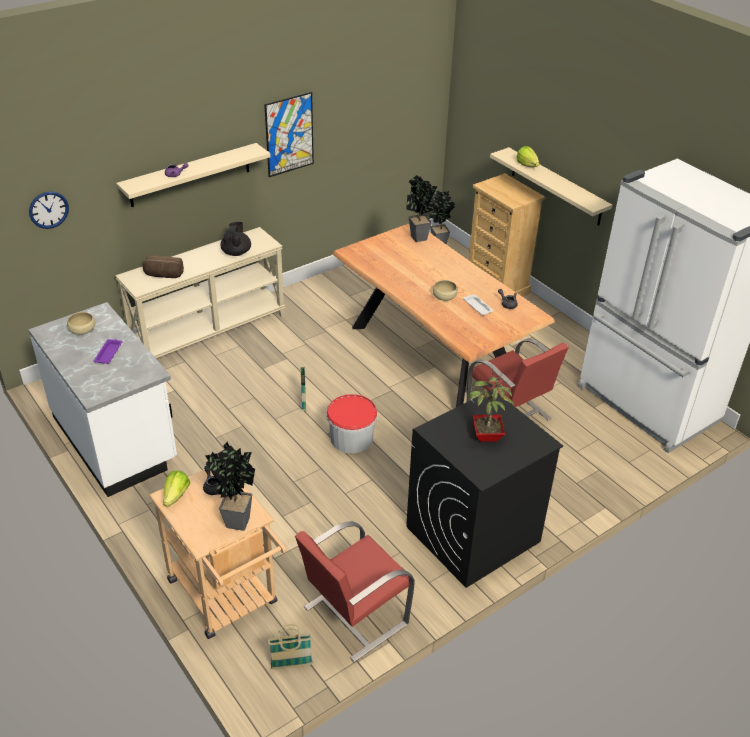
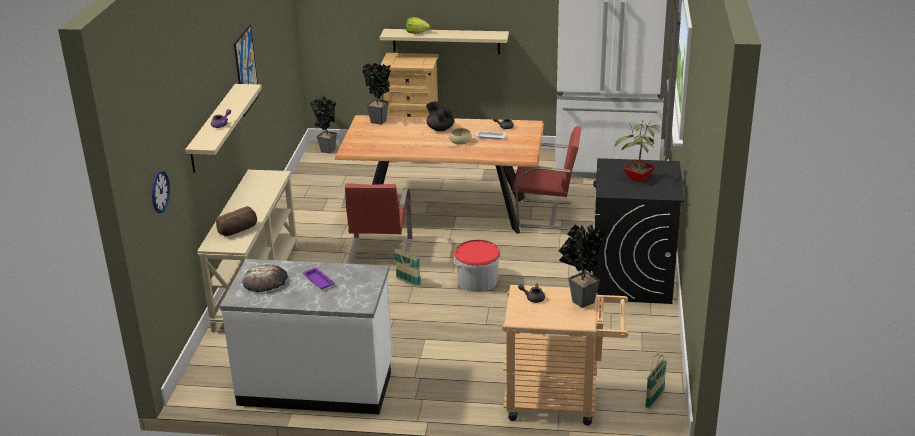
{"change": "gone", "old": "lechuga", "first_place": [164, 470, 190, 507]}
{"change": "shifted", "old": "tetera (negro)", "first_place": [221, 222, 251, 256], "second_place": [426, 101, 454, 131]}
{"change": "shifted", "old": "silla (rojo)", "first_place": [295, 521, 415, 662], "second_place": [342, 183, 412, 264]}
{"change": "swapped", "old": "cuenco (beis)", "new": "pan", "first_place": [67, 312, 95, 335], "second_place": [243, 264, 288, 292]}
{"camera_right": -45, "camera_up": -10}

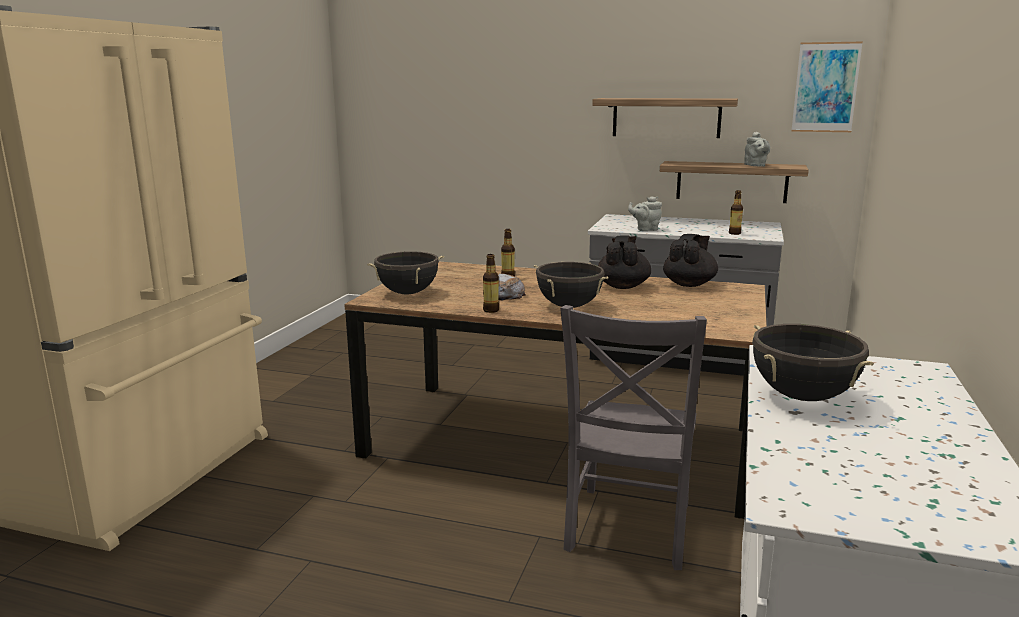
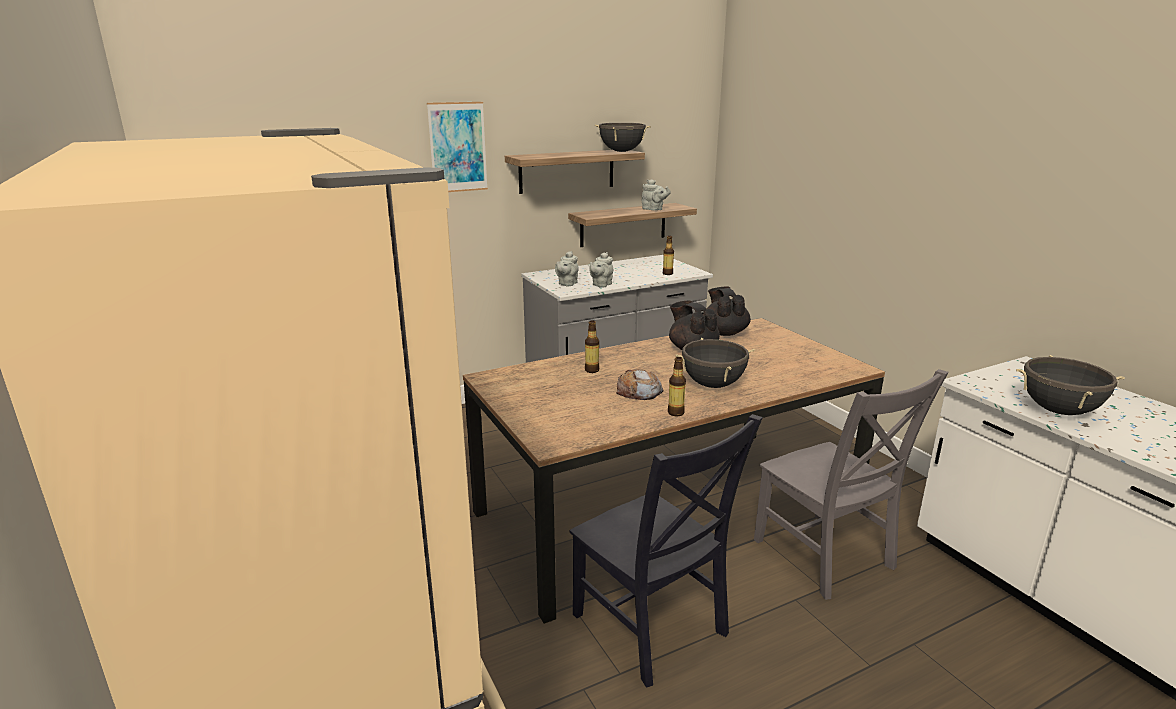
{"change": "new", "new": "tetera (gris)", "second_place": [555, 251, 579, 286]}
{"change": "new", "new": "silla (negro)", "second_place": [569, 414, 763, 688]}
{"change": "shifted", "old": "olla (negro)", "first_place": [367, 251, 444, 294], "second_place": [595, 123, 651, 152]}
{"change": "shifted", "old": "cuadro", "first_place": [791, 42, 863, 132], "second_place": [427, 102, 488, 192]}
{"camera_right": -45, "camera_up": 5}

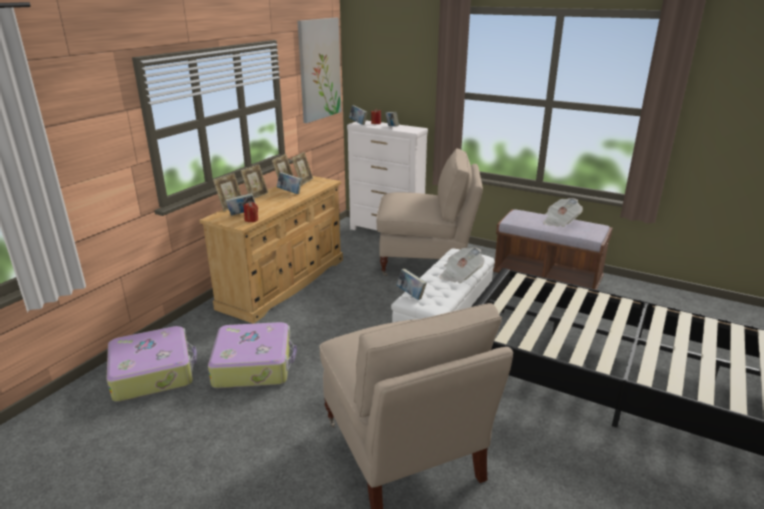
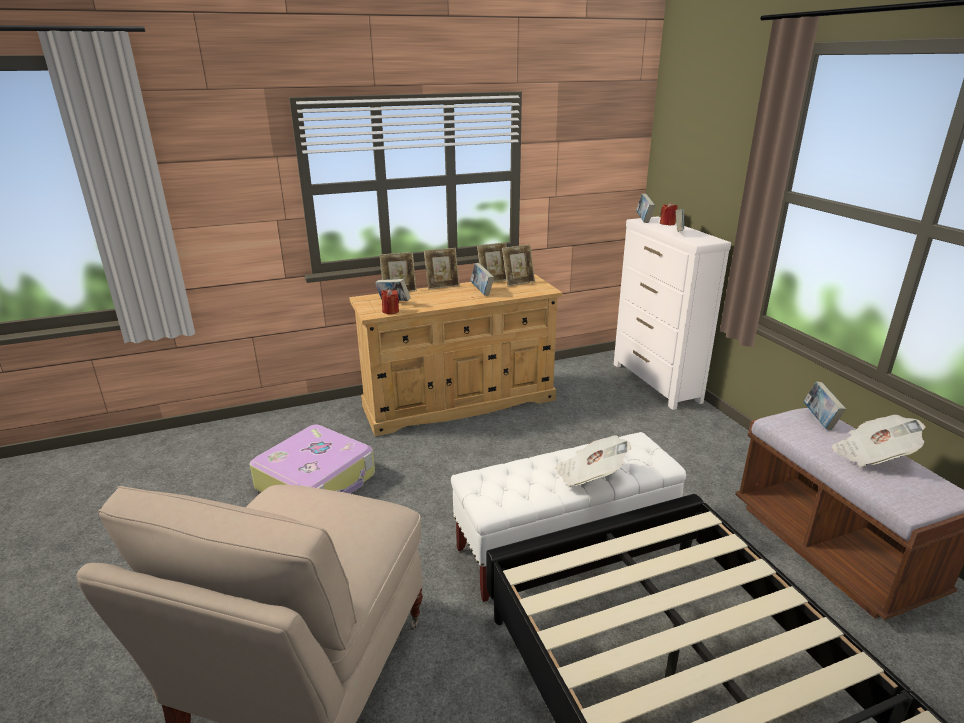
{"change": "gone", "old": "maleta", "first_place": [107, 326, 197, 402]}
{"change": "gone", "old": "cuadro", "first_place": [297, 18, 341, 123]}
{"change": "gone", "old": "silla (beis)", "first_place": [377, 148, 483, 276]}
{"change": "shifted", "old": "libro", "first_place": [397, 269, 427, 300], "second_place": [803, 382, 846, 430]}
{"camera_right": 40, "camera_up": 0}

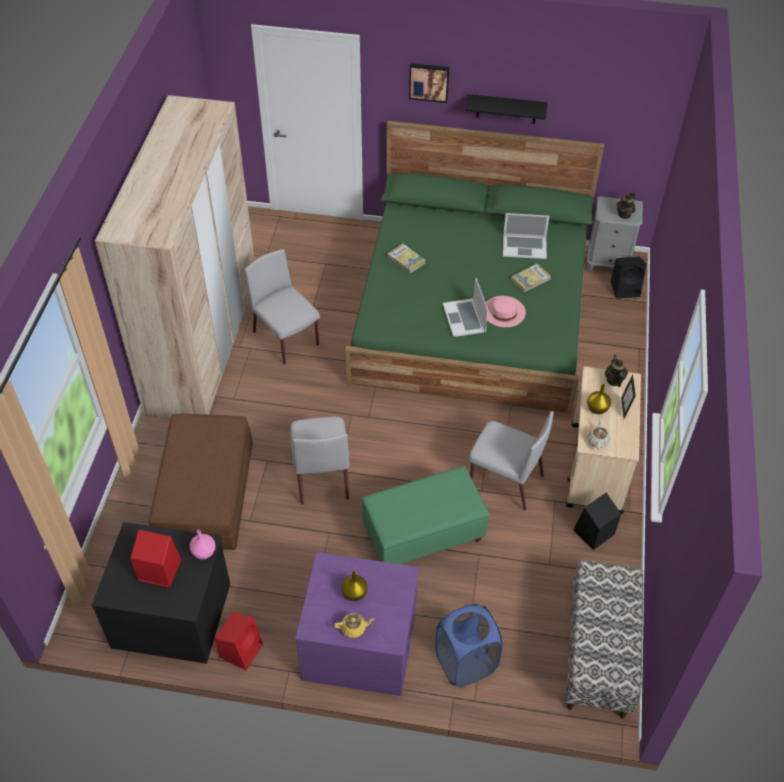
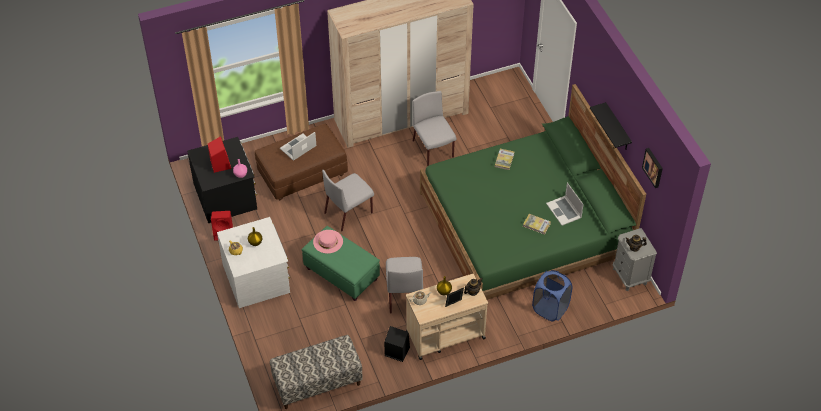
{"change": "gone", "old": "altavoz (negro)", "first_place": [611, 257, 647, 299]}
{"change": "shifted", "old": "cuadro", "first_place": [409, 63, 449, 103], "second_place": [642, 148, 663, 188]}
{"change": "shifted", "old": "cesto de la ropa (azul)", "first_place": [435, 604, 503, 687], "second_place": [532, 270, 572, 321]}
{"change": "shifted", "old": "portátil", "first_place": [443, 277, 488, 337], "second_place": [280, 132, 316, 161]}
{"change": "shifted", "old": "sombrero (rosa)", "first_place": [485, 296, 526, 327], "second_place": [313, 230, 343, 254]}
{"change": "repainted", "old": "cómoda (morado)", "new": "cómoda (blanco)", "first_place": [295, 552, 419, 696], "second_place": [217, 217, 290, 308]}
{"change": "rotated", "old": "silla (gris)", "first_place": [245, 249, 320, 364], "second_place": [413, 91, 456, 166], "degrees": -45}
{"camera_right": 60, "camera_up": 0}

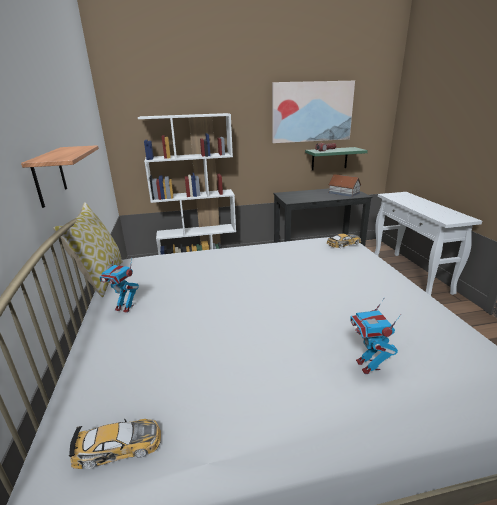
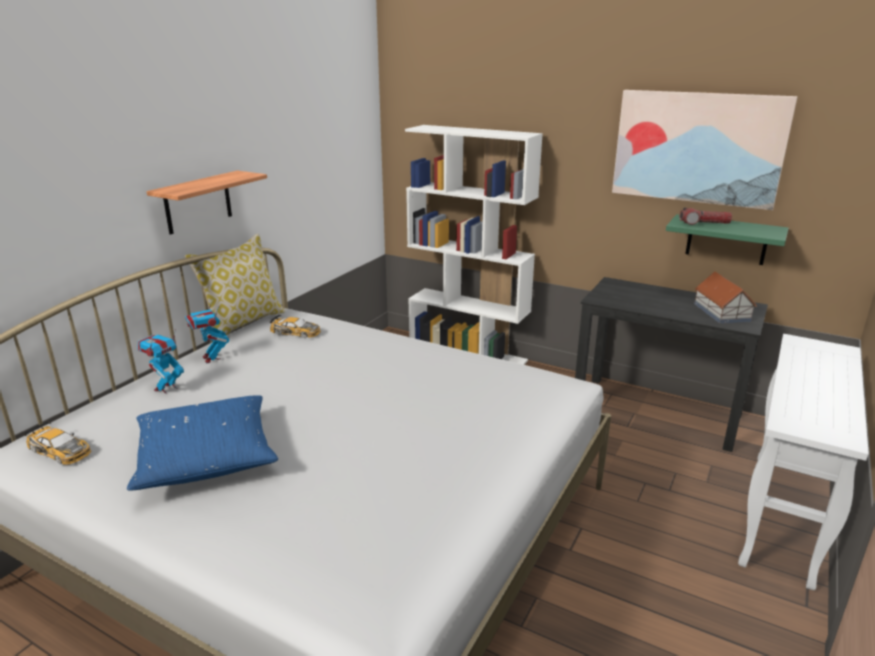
{"change": "new", "new": "cojín (azul)", "second_place": [127, 395, 278, 491]}
{"change": "shifted", "old": "coche de juguete", "first_place": [327, 233, 361, 248], "second_place": [270, 315, 321, 338]}
{"change": "shifted", "old": "robot de juguete", "first_place": [350, 297, 401, 374], "second_place": [138, 329, 184, 394]}
{"camera_right": 40, "camera_up": 0}

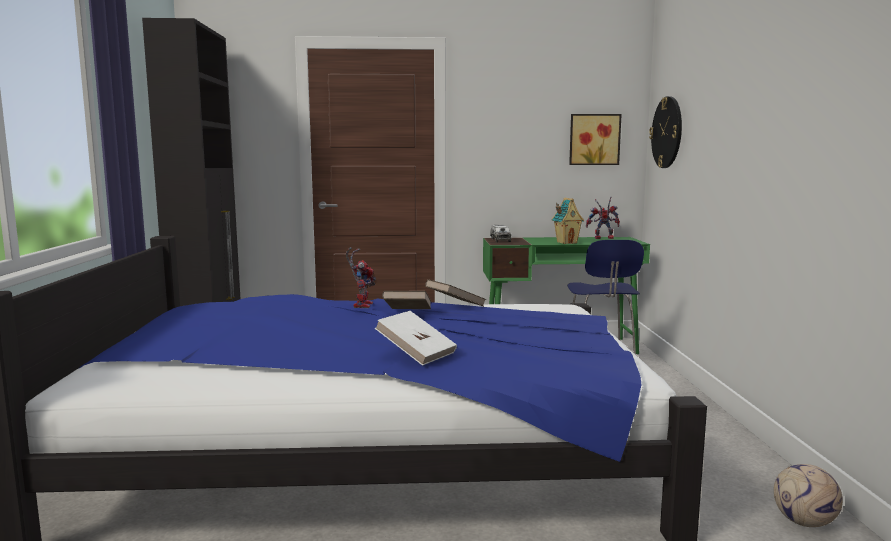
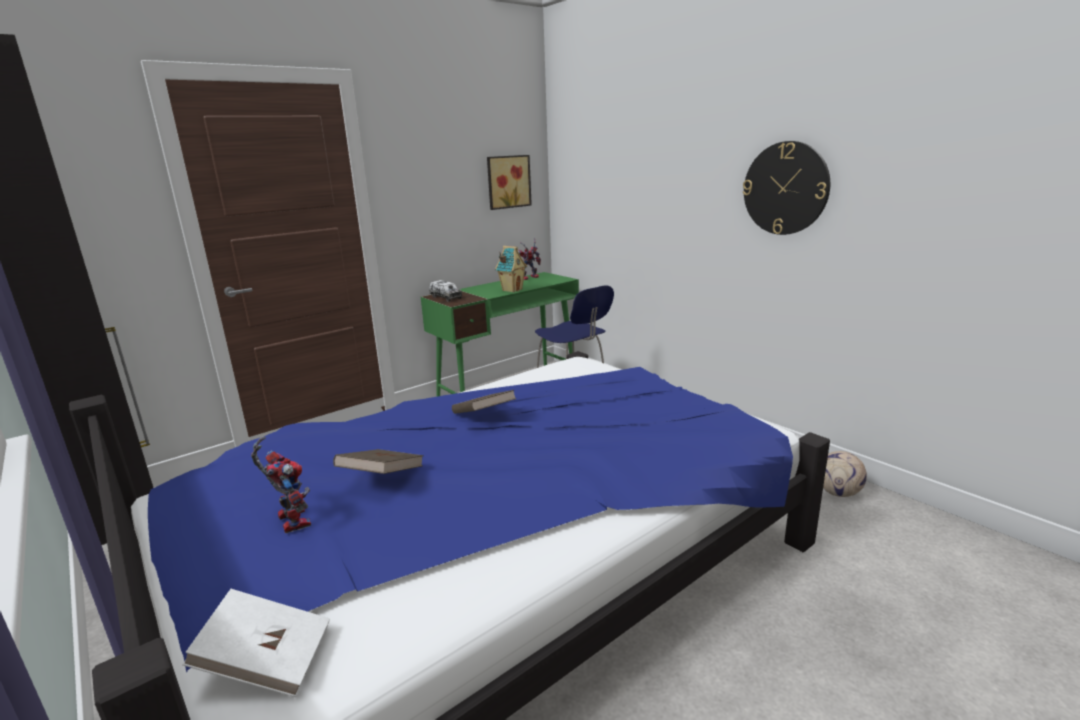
{"change": "shifted", "old": "robot de juguete", "first_place": [346, 247, 376, 308], "second_place": [251, 436, 311, 533]}
{"change": "shifted", "old": "libro (blanco)", "first_place": [375, 311, 457, 366], "second_place": [182, 589, 330, 697]}
{"change": "shifted", "old": "libro (marrón)", "first_place": [425, 279, 486, 307], "second_place": [333, 449, 424, 474]}
{"change": "shifted", "old": "reloj de pared", "first_place": [649, 96, 682, 168], "second_place": [743, 141, 830, 235]}
{"camera_right": -35, "camera_up": 10}

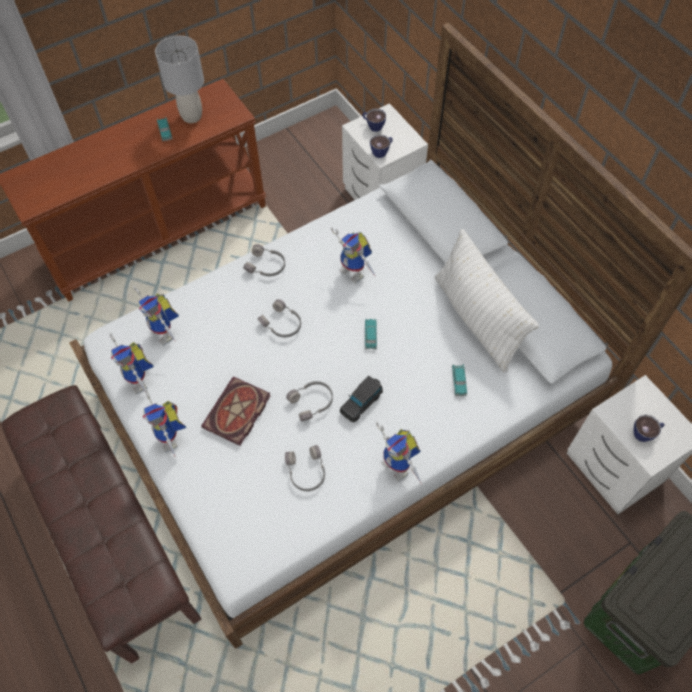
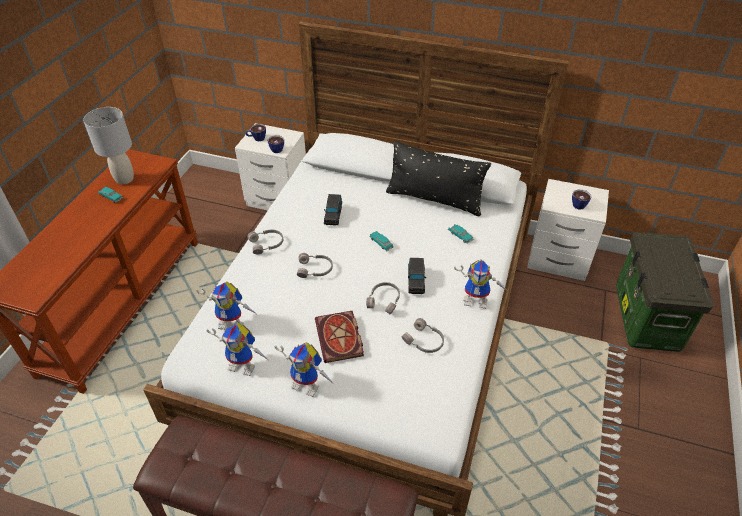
{"change": "swapped", "old": "robot de juguete", "new": "coche de juguete (negro)", "first_place": [331, 227, 376, 284], "second_place": [324, 194, 342, 225]}
{"change": "repainted", "old": "cojín (blanco)", "new": "cojín (negro)", "first_place": [435, 229, 539, 372], "second_place": [386, 141, 491, 217]}
{"camera_right": -40, "camera_up": -15}

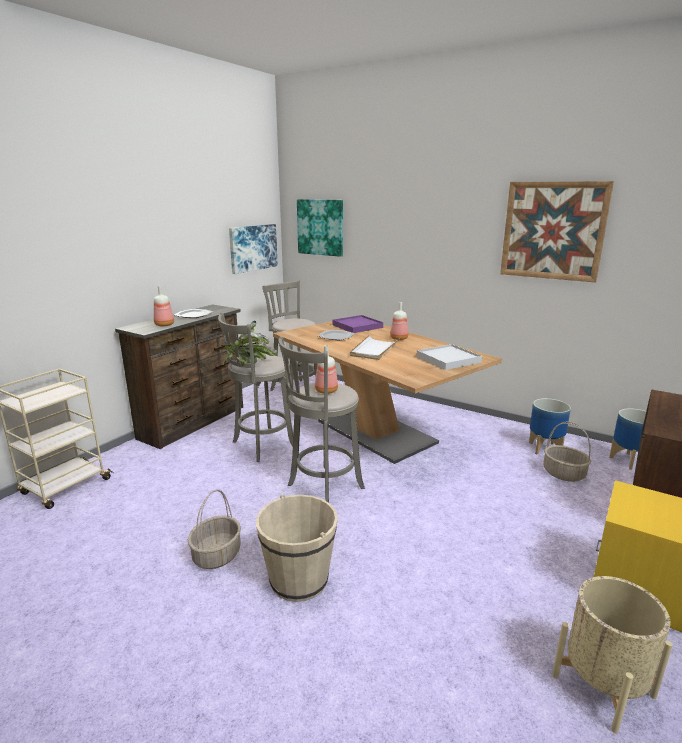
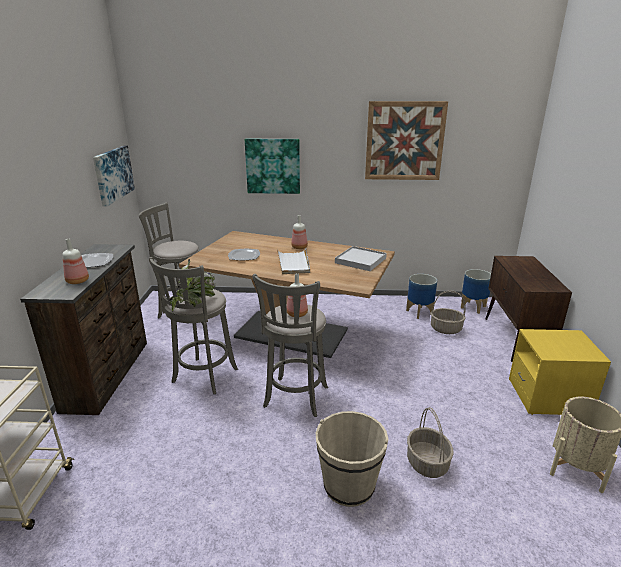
{"change": "gone", "old": "bandeja (morado)", "first_place": [332, 315, 383, 333]}
{"change": "shifted", "old": "cesta", "first_place": [188, 489, 241, 569], "second_place": [407, 407, 454, 478]}
{"change": "shifted", "old": "cuadro", "first_place": [297, 199, 343, 257], "second_place": [245, 139, 300, 194]}
{"camera_right": -30, "camera_up": 5}

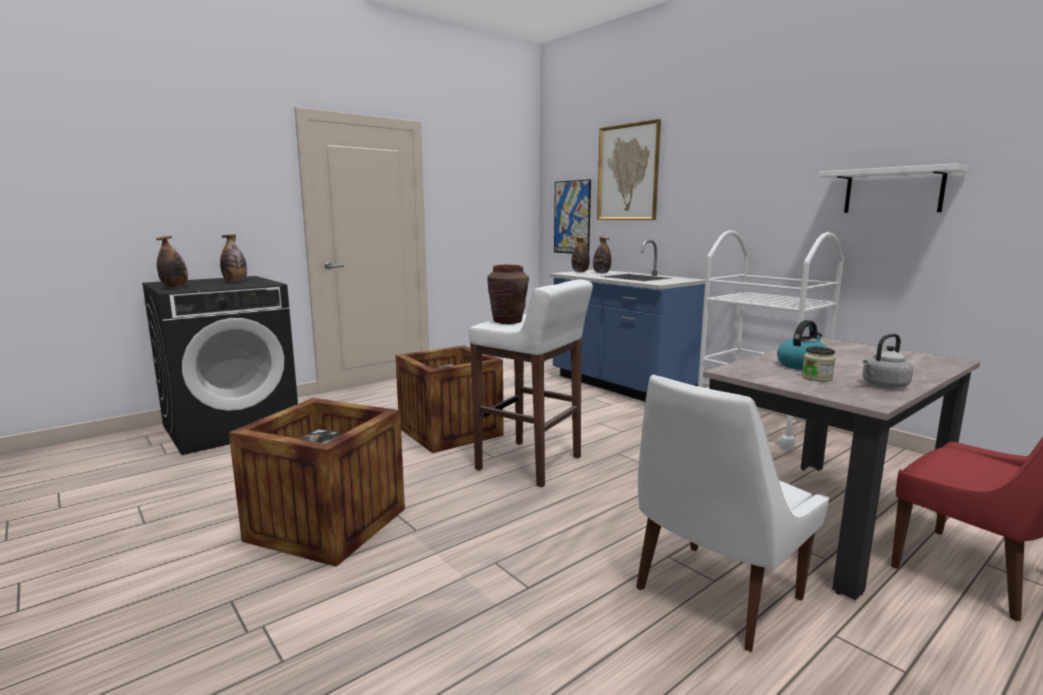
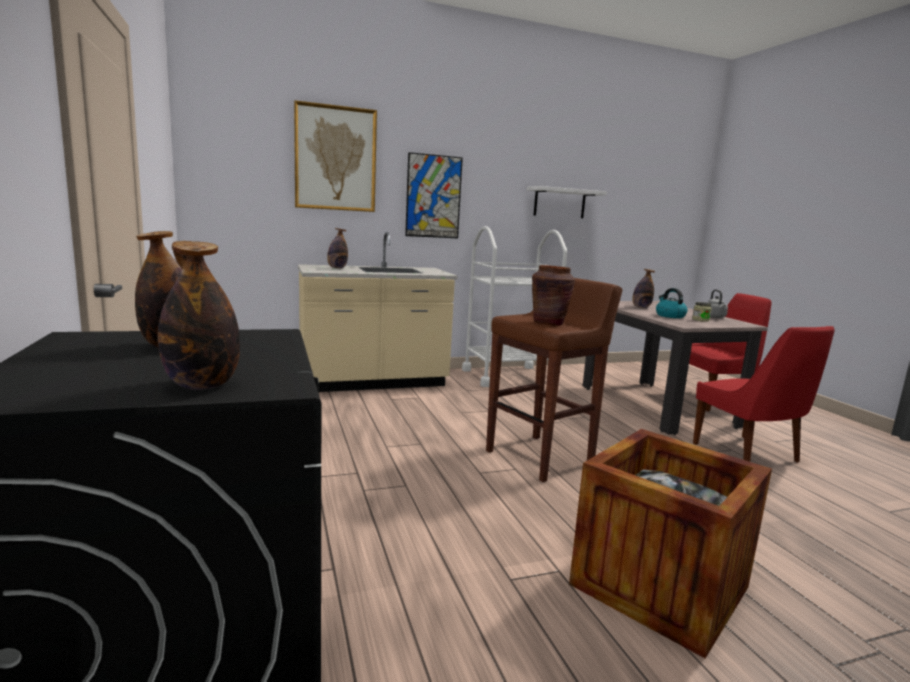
{"change": "gone", "old": "caja de embalaje", "first_place": [395, 346, 504, 453]}
{"change": "shifted", "old": "cuadro", "first_place": [554, 179, 591, 254], "second_place": [405, 152, 463, 238]}
{"change": "shifted", "old": "botella", "first_place": [571, 236, 590, 272], "second_place": [632, 269, 655, 308]}
{"change": "repainted", "old": "taburete (blanco)", "new": "taburete (marrón)", "first_place": [469, 279, 593, 487], "second_place": [486, 278, 622, 482]}
{"change": "repainted", "old": "mueble bajo de cocina (azul)", "new": "mueble bajo de cocina (beis)", "first_place": [550, 240, 705, 401], "second_place": [298, 232, 458, 392]}
{"change": "repainted", "old": "silla (blanco)", "new": "silla (rojo)", "first_place": [636, 375, 829, 652], "second_place": [693, 326, 835, 463]}
{"camera_right": -70, "camera_up": 0}

